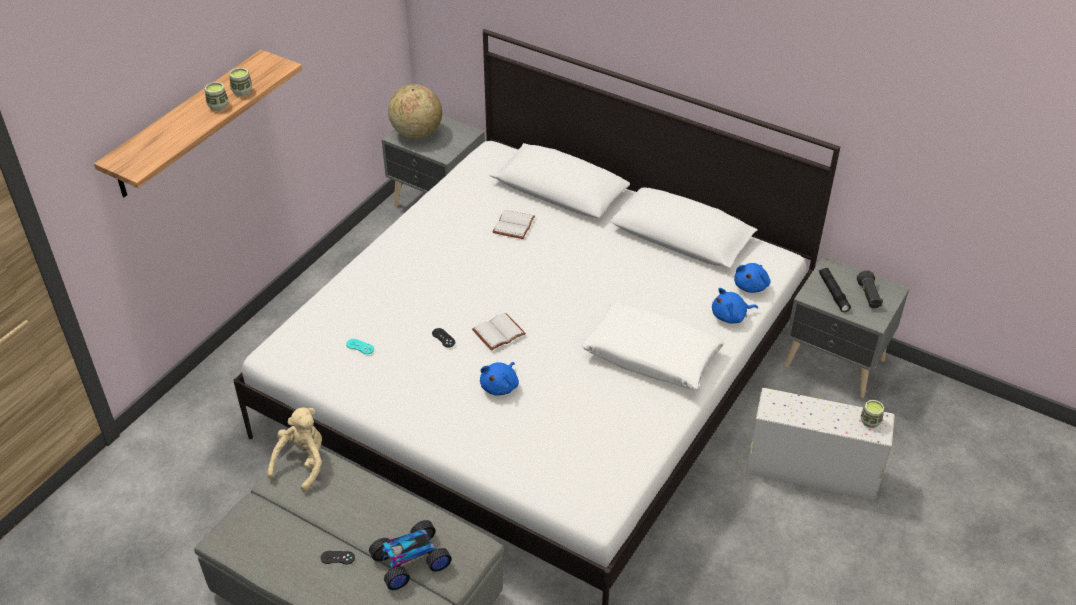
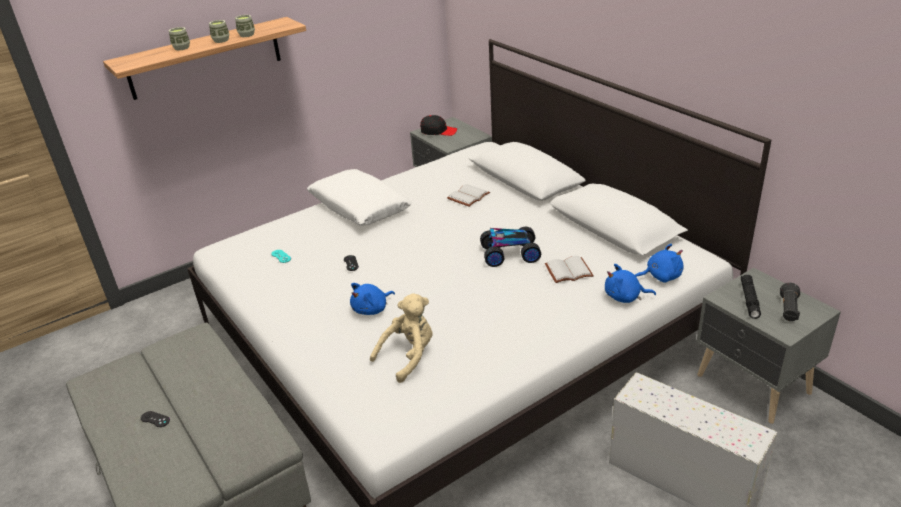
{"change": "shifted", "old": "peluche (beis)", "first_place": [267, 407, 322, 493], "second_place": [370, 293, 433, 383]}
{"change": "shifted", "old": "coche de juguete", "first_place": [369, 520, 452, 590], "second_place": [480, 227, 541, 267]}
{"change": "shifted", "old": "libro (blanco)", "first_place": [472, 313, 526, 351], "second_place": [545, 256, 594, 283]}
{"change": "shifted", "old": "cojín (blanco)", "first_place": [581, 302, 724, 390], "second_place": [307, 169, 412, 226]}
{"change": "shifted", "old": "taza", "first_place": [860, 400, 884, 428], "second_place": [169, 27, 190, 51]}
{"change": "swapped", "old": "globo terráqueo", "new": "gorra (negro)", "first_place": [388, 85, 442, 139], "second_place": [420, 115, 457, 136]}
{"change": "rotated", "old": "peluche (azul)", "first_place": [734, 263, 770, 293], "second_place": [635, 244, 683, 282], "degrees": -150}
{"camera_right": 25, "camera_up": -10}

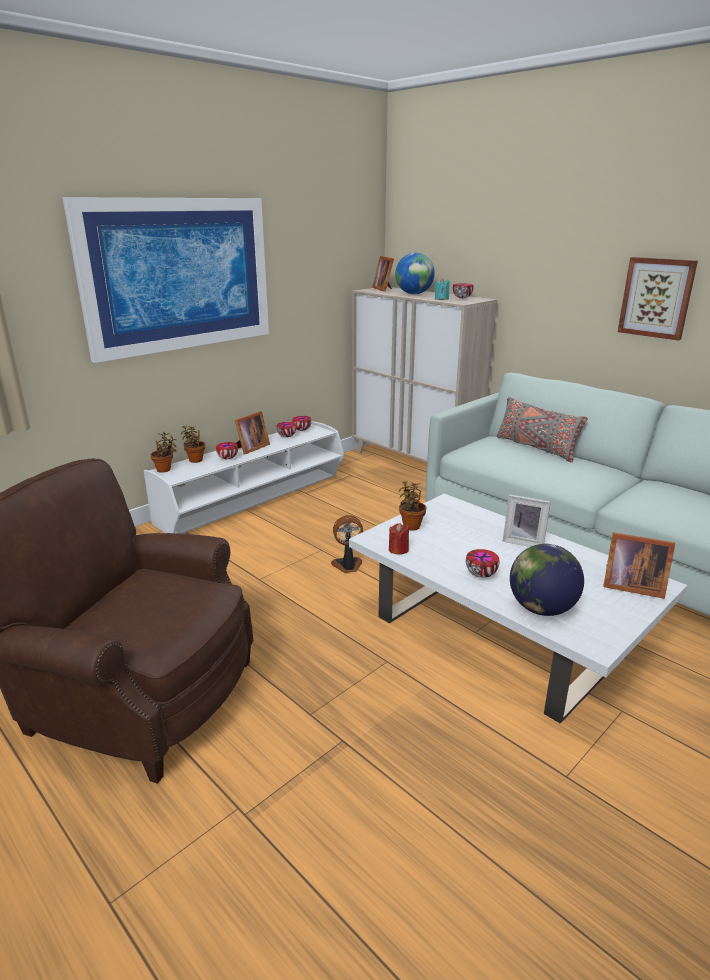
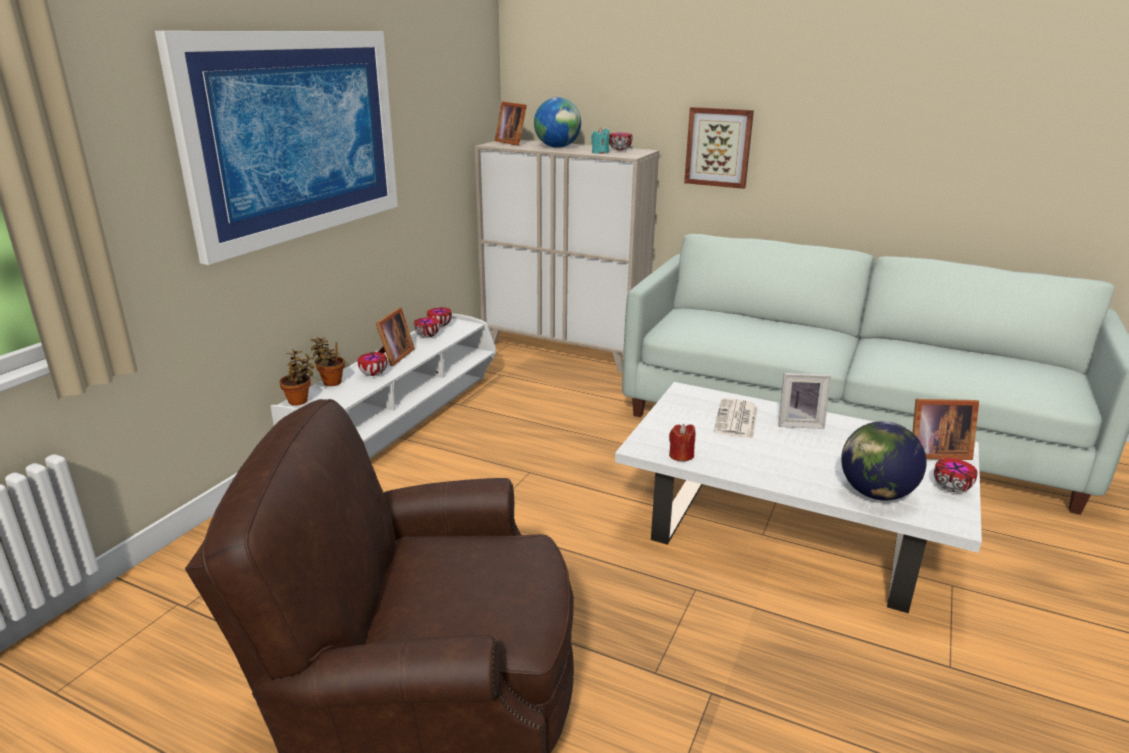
{"change": "gone", "old": "ventilador", "first_place": [331, 515, 363, 573]}
{"change": "gone", "old": "planta en maceta", "first_place": [399, 481, 426, 530]}
{"change": "gone", "old": "cojín (gris)", "first_place": [497, 397, 588, 463]}
{"change": "new", "new": "periódico", "second_place": [714, 398, 758, 439]}
{"change": "shifted", "old": "cuenco", "first_place": [466, 549, 500, 578], "second_place": [934, 458, 977, 492]}
{"change": "shifted", "old": "cuadro", "first_place": [618, 257, 698, 341], "second_place": [684, 107, 754, 189]}
{"camera_right": -20, "camera_up": 0}

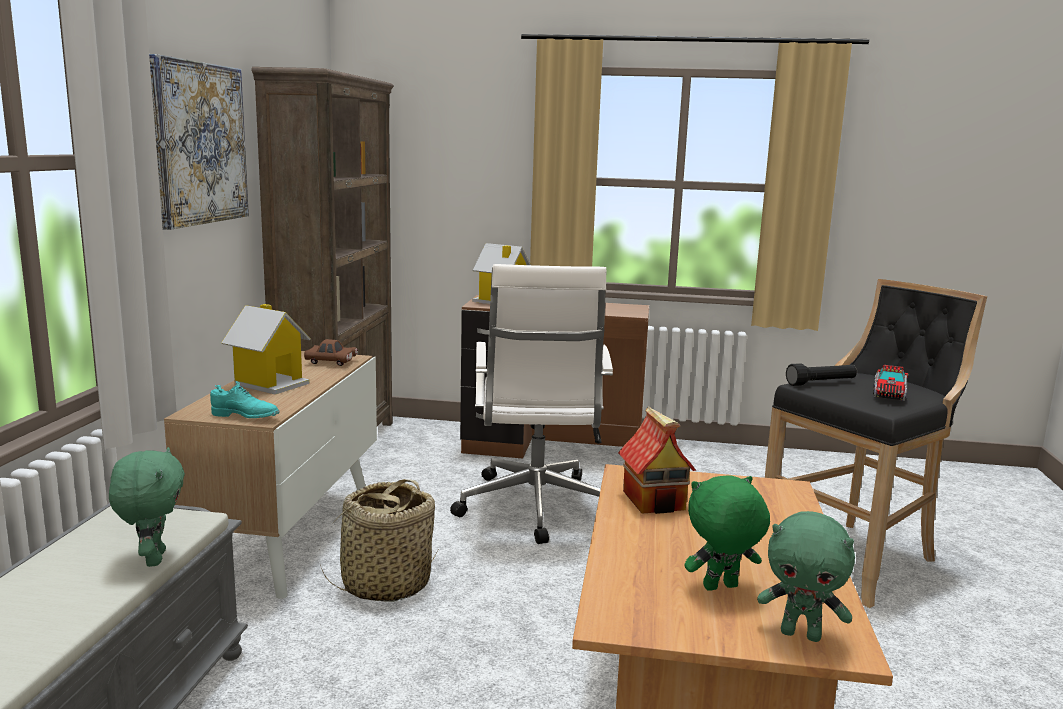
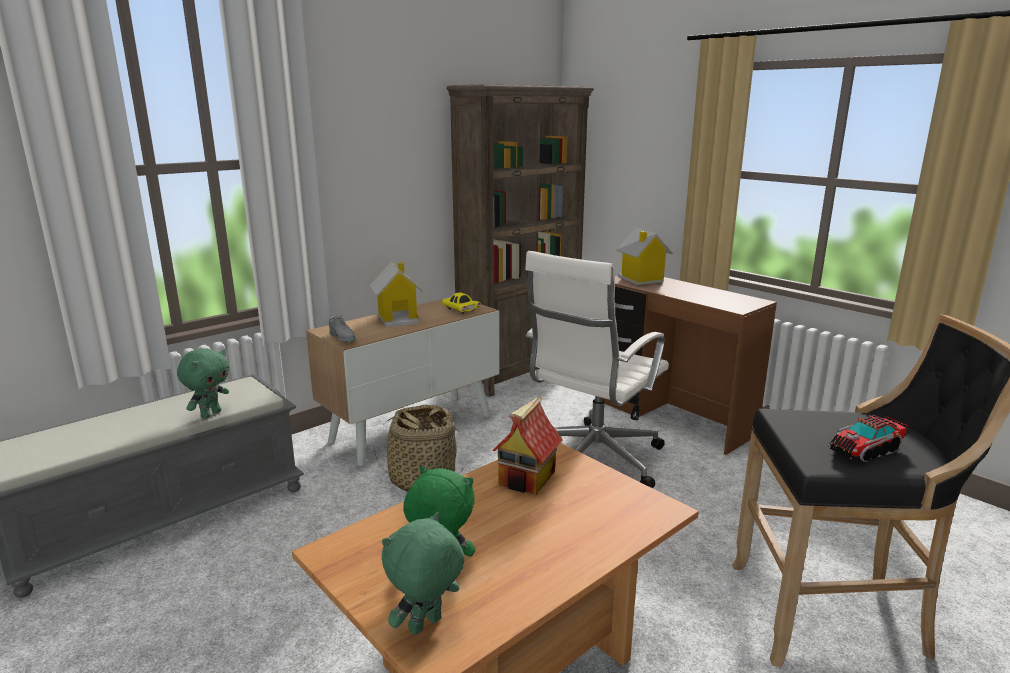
{"change": "gone", "old": "cuadro", "first_place": [149, 54, 249, 230]}
{"change": "gone", "old": "linterna (negro)", "first_place": [786, 363, 857, 386]}
{"change": "repainted", "old": "zapato (turquesa)", "new": "zapato (gris)", "first_place": [210, 381, 280, 418], "second_place": [329, 314, 356, 342]}
{"change": "repainted", "old": "coche de juguete (marrón)", "new": "coche de juguete (amarillo)", "first_place": [304, 339, 358, 366], "second_place": [442, 292, 481, 314]}
{"change": "rotated", "old": "peluche (verde)", "first_place": [757, 511, 855, 642], "second_place": [382, 512, 465, 635], "degrees": 75}
{"camera_right": 40, "camera_up": 5}

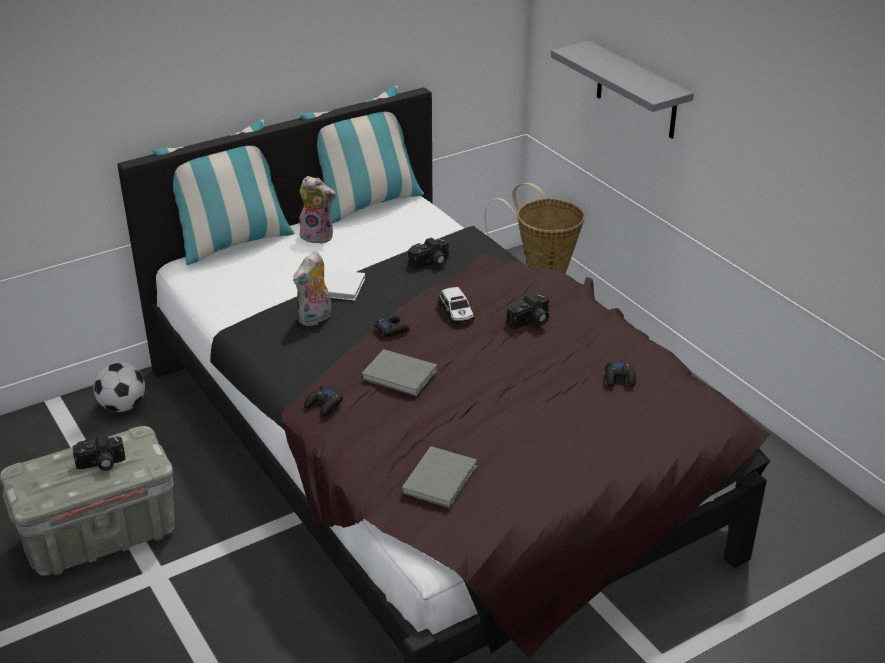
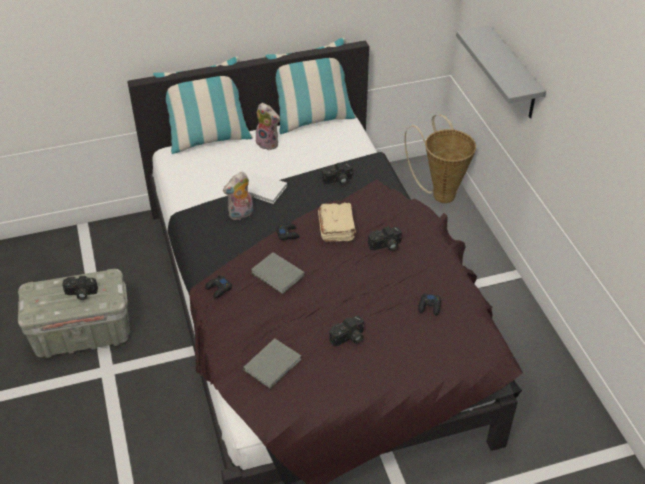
{"change": "gone", "old": "balón de fútbol", "first_place": [93, 362, 145, 412]}
{"change": "new", "new": "cámara", "second_place": [329, 316, 364, 346]}
{"change": "swapped", "old": "coche de juguete", "new": "libro (beis)", "first_place": [438, 287, 475, 324], "second_place": [318, 203, 356, 242]}
{"camera_right": 15, "camera_up": 10}

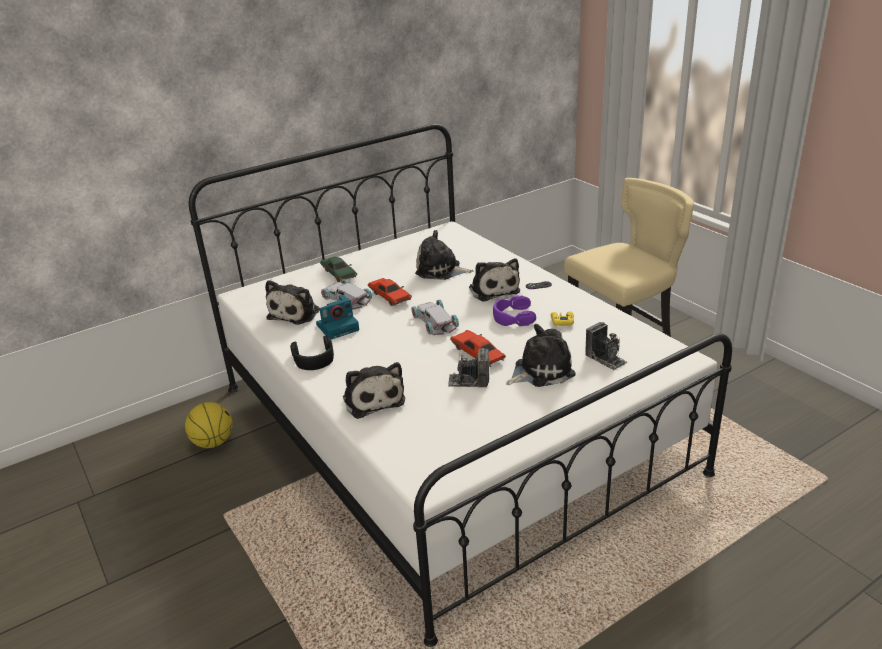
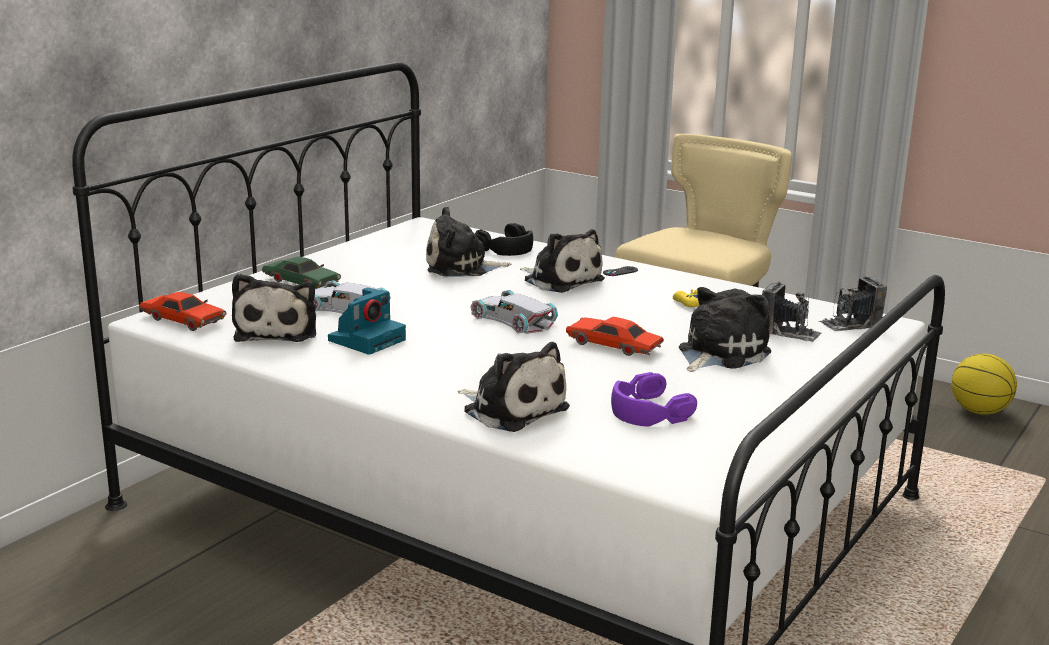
{"change": "shifted", "old": "balón de baloncesto", "first_place": [185, 402, 233, 448], "second_place": [951, 354, 1017, 415]}
{"change": "shifted", "old": "auriculares (negro)", "first_place": [290, 336, 334, 370], "second_place": [475, 223, 533, 256]}
{"change": "shifted", "old": "coche de juguete (rojo)", "first_place": [368, 278, 412, 306], "second_place": [139, 292, 226, 331]}
{"change": "shifted", "old": "cámara", "first_place": [448, 348, 489, 387], "second_place": [819, 276, 887, 331]}
{"change": "shifted", "old": "auriculares (morado)", "first_place": [493, 296, 536, 326], "second_place": [611, 372, 697, 427]}
{"camera_right": -25, "camera_up": -10}

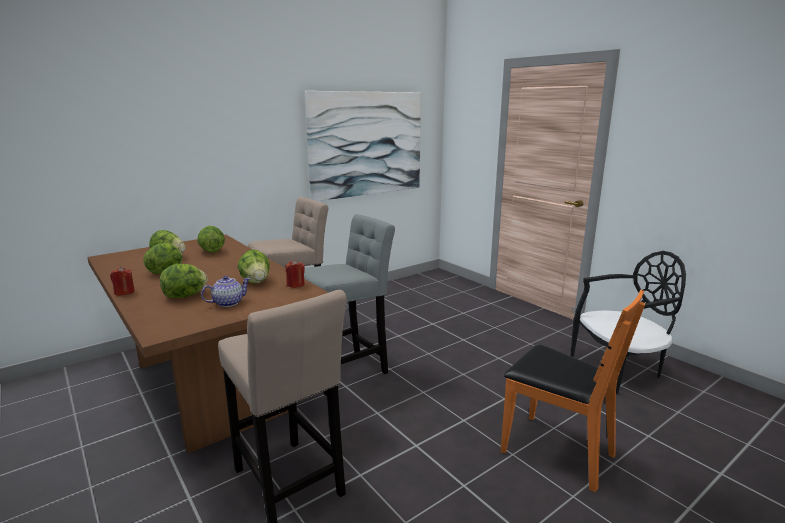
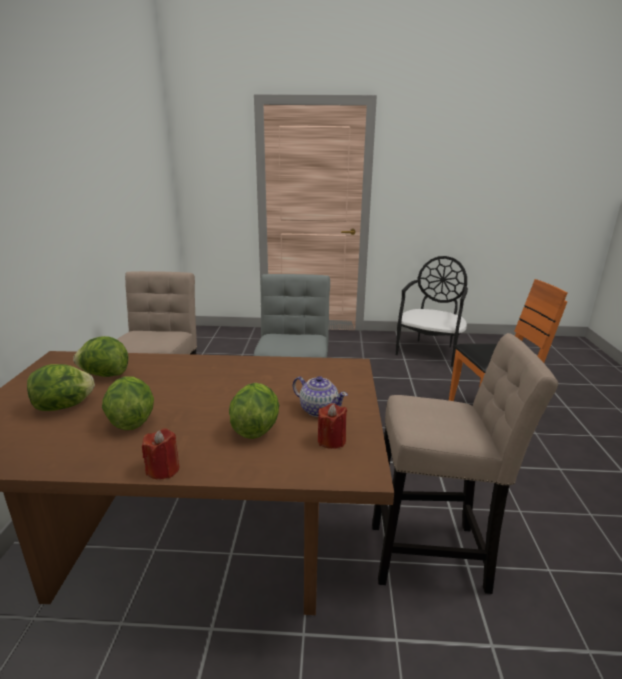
{"change": "gone", "old": "lechuga", "first_place": [238, 250, 270, 284]}
{"change": "gone", "old": "cuadro", "first_place": [305, 91, 421, 201]}
{"change": "shifted", "old": "vela (rojo)", "first_place": [286, 260, 305, 288], "second_place": [318, 403, 347, 449]}
{"change": "rotated", "old": "tetera", "first_place": [201, 276, 251, 307], "second_place": [293, 376, 348, 417], "degrees": 120}
{"camera_right": -50, "camera_up": 5}

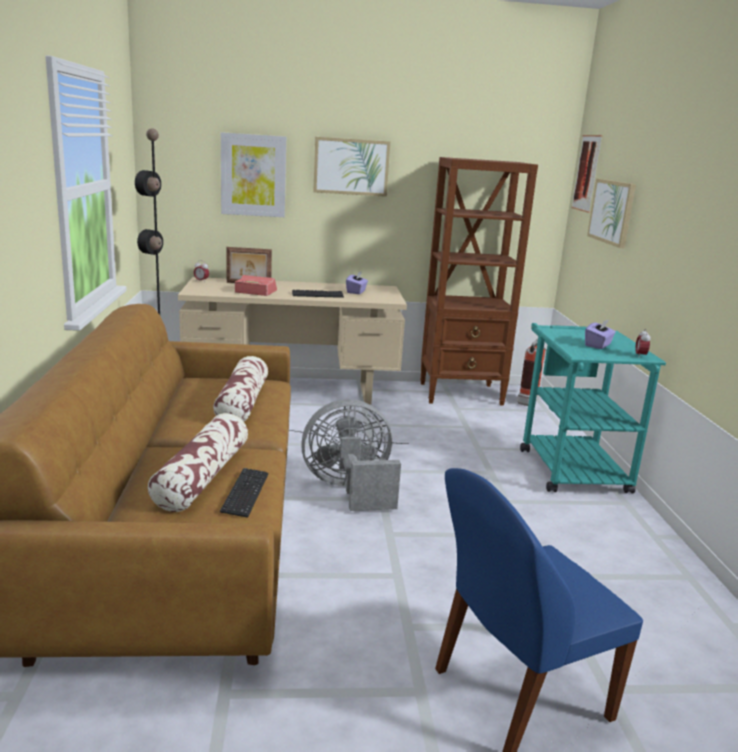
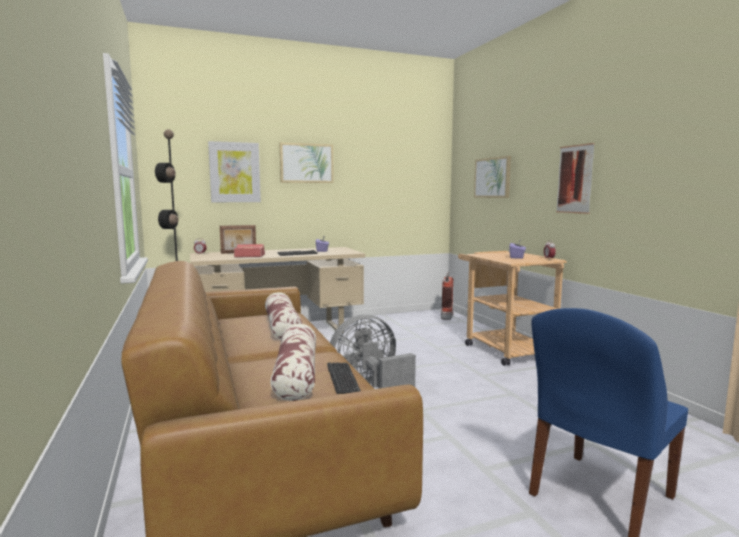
{"change": "gone", "old": "estantería (marrón)", "first_place": [420, 157, 538, 406]}
{"change": "shifted", "old": "cuadro", "first_place": [571, 135, 603, 213], "second_place": [556, 143, 595, 214]}
{"change": "repainted", "old": "carrito (turquesa)", "new": "carrito (beis)", "first_place": [520, 323, 666, 494], "second_place": [458, 251, 567, 366]}
{"camera_right": -15, "camera_up": -10}

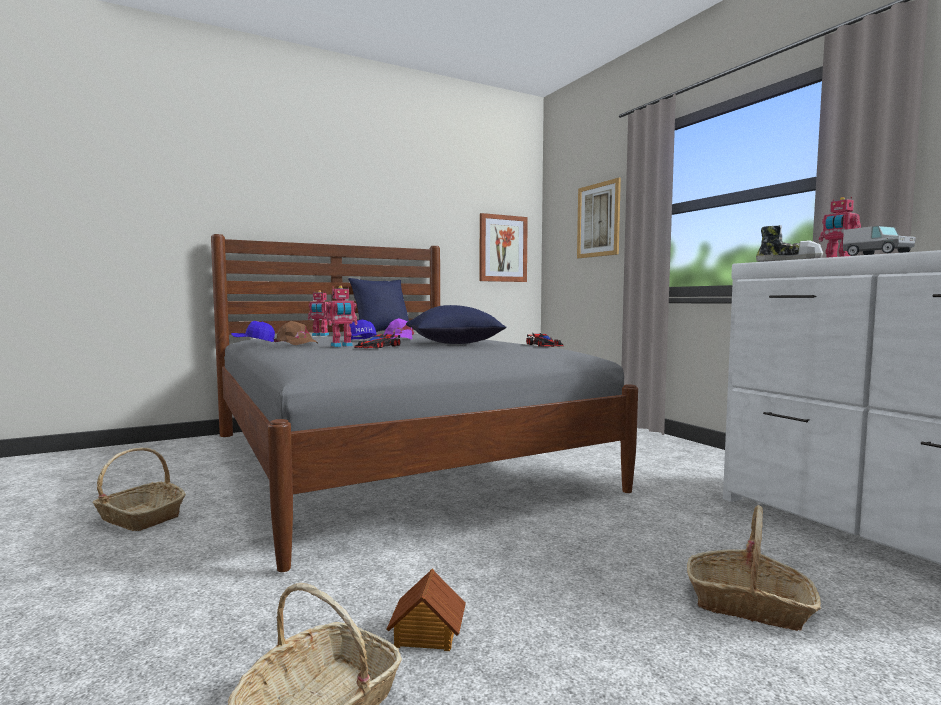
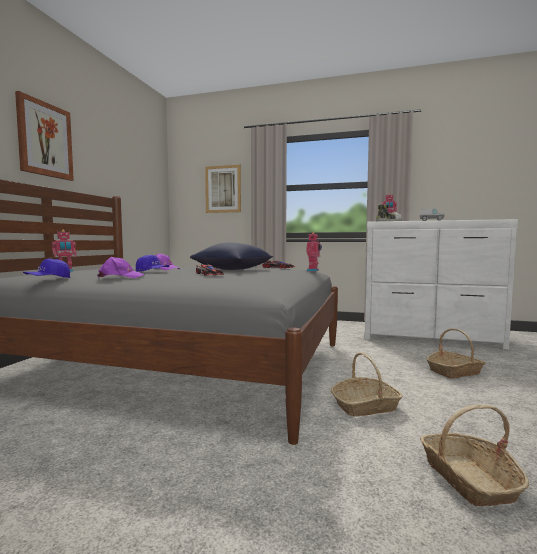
{"change": "gone", "old": "cojín (azul)", "first_place": [348, 278, 409, 332]}
{"change": "gone", "old": "casita", "first_place": [387, 569, 466, 651]}
{"change": "shifted", "old": "cesta", "first_place": [92, 447, 186, 531], "second_place": [331, 352, 402, 417]}
{"change": "shifted", "old": "robot de juguete", "first_place": [325, 285, 357, 347], "second_place": [307, 232, 322, 271]}
{"change": "shifted", "old": "cuadro", "first_place": [480, 213, 528, 282], "second_place": [15, 91, 74, 181]}
{"change": "repainted", "old": "gorra (marrón)", "new": "gorra (morado)", "first_place": [274, 321, 319, 345], "second_place": [97, 257, 145, 278]}
{"camera_right": -45, "camera_up": 0}

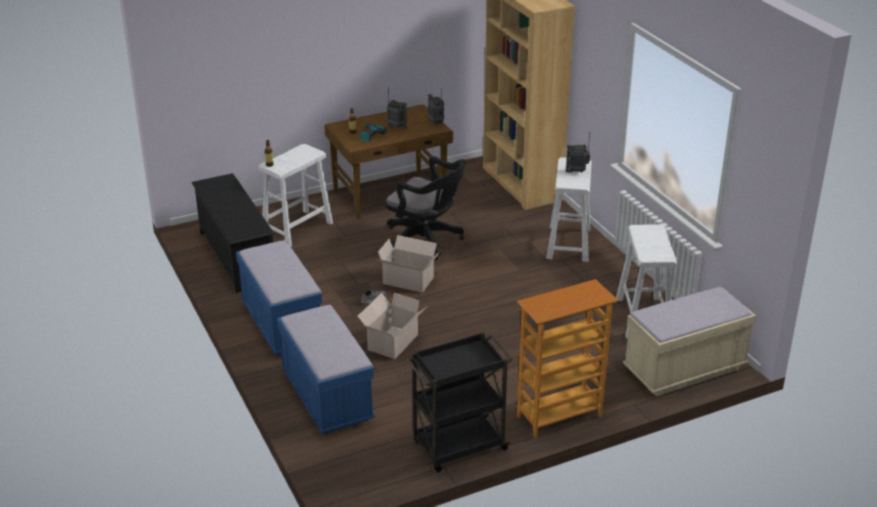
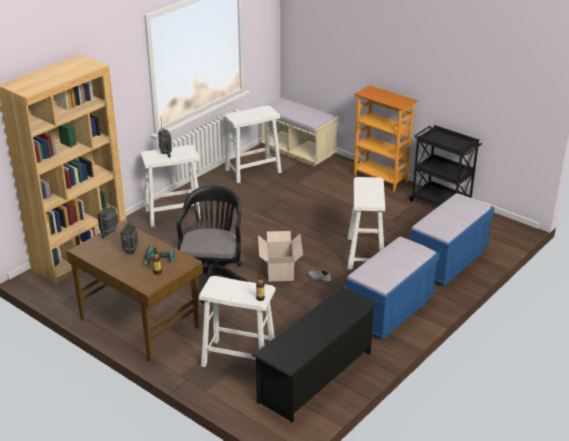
{"change": "swapped", "old": "caja de cartón", "new": "taburete (blanco)", "first_place": [358, 293, 425, 359], "second_place": [347, 177, 385, 269]}
{"camera_right": -115, "camera_up": 0}

